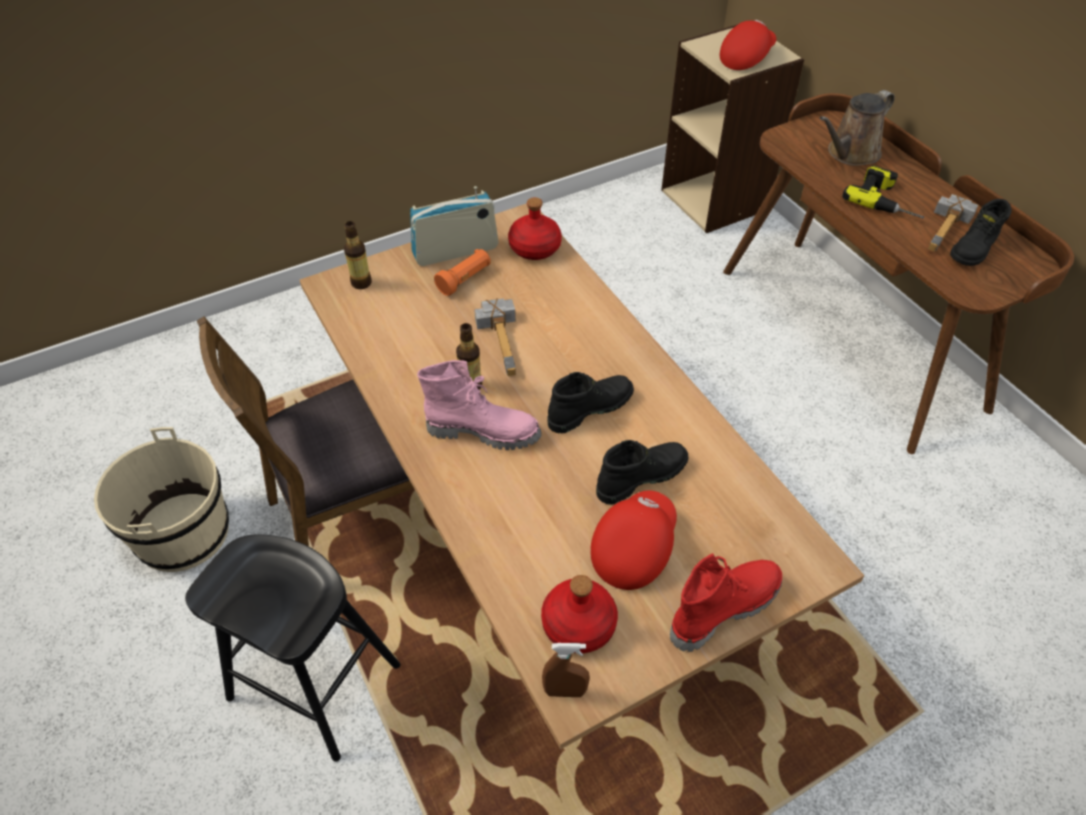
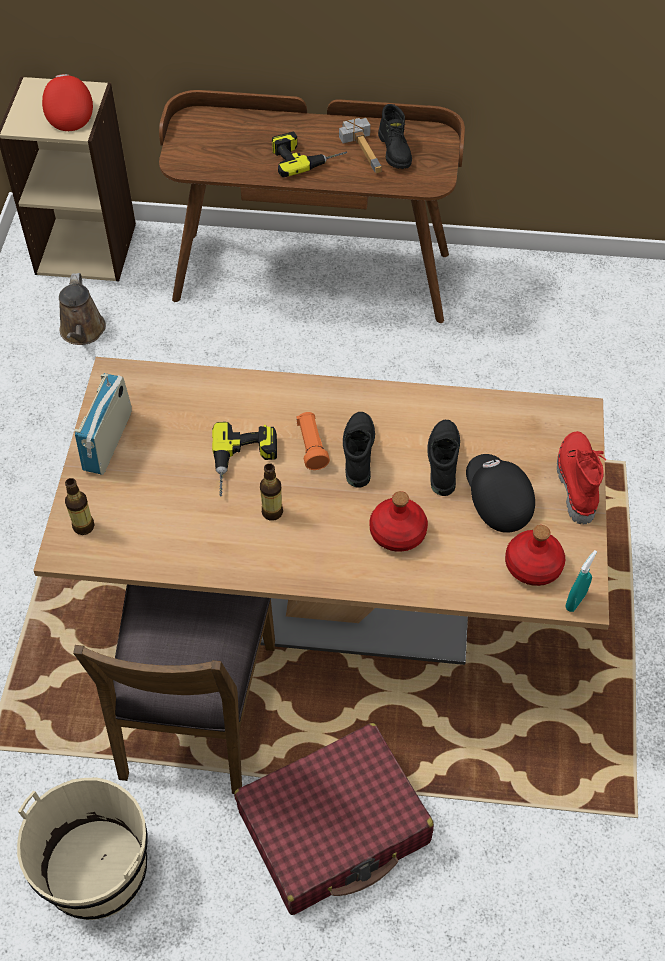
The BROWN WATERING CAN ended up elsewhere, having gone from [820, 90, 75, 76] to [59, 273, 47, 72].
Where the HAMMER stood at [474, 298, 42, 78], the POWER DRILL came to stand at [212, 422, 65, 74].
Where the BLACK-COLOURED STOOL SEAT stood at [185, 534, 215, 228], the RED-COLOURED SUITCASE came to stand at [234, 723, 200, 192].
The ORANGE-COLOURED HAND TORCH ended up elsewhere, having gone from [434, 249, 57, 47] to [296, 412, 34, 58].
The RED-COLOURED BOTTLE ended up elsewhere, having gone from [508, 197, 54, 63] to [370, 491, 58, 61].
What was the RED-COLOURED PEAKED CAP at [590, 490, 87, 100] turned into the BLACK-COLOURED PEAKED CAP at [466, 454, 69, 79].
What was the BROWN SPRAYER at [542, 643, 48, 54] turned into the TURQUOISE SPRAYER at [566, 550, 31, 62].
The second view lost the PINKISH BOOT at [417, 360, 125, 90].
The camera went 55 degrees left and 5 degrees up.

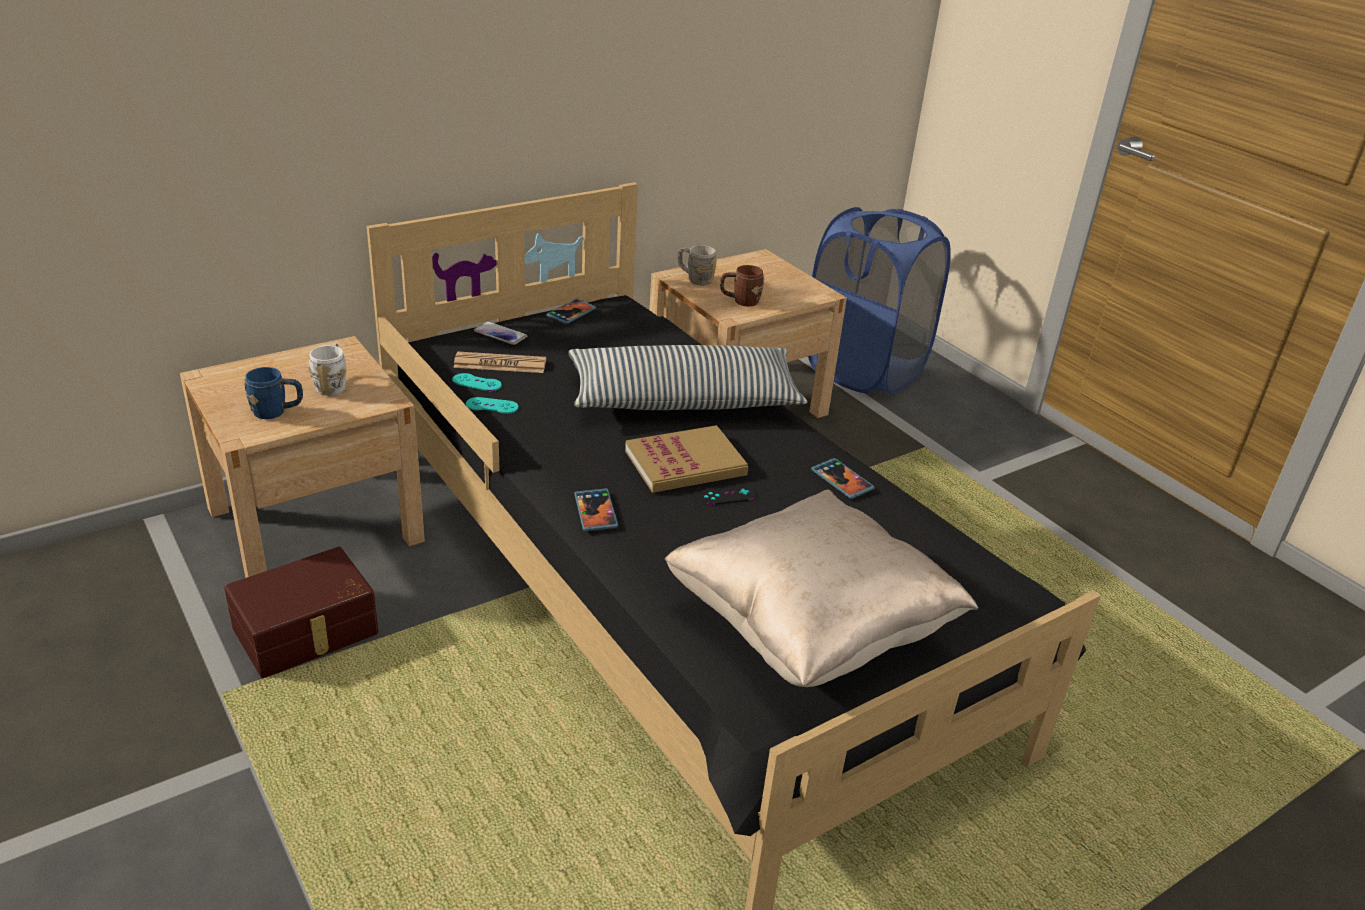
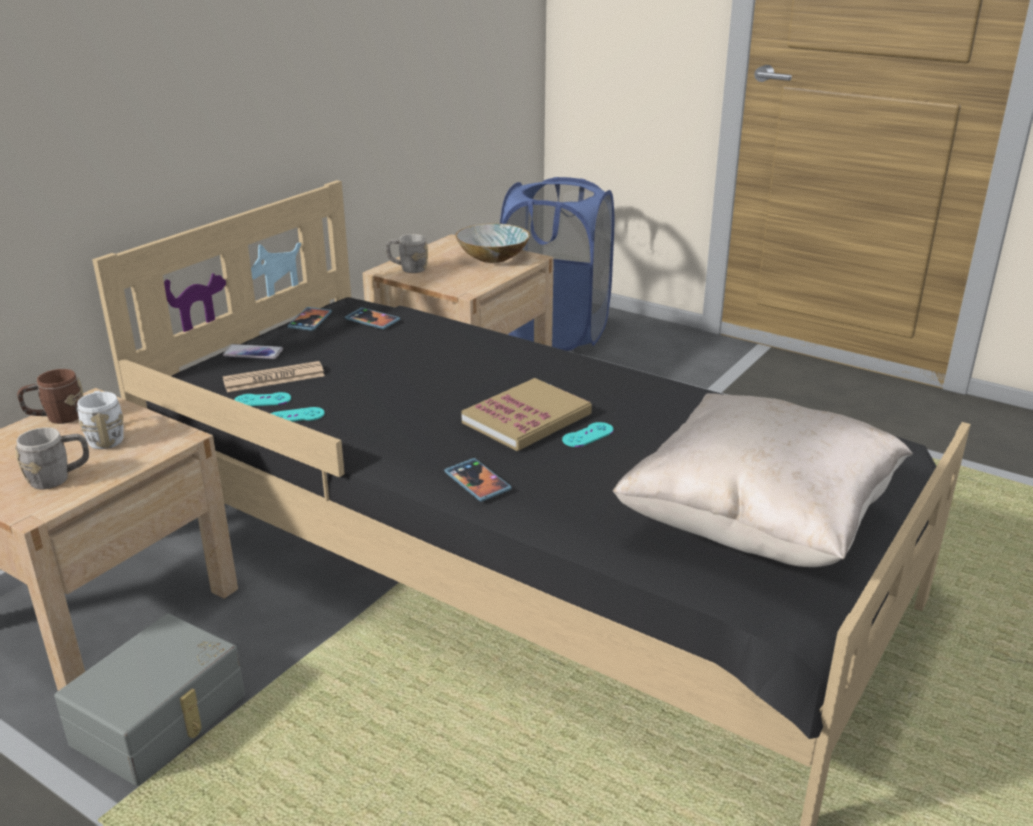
What was the BLUISH TEA MUG at [244, 367, 59, 52] turned into the GRAY TEA MUG at [15, 427, 74, 62].
The BROWN TEA MUG ended up elsewhere, having gone from [720, 265, 44, 41] to [17, 369, 66, 55].
What was the BROWN STORAGE BIN at [224, 547, 155, 131] turned into the GRAY STORAGE BIN at [54, 614, 191, 172].
The HANDSET ended up elsewhere, having gone from [811, 458, 64, 41] to [344, 308, 56, 21].
The second view gained the BOWL at [455, 223, 75, 40].
What was the BLACK-COLOURED JOYPAD at [699, 485, 57, 20] turned into the TURQUOISE JOYPAD at [562, 422, 52, 25].
The second view lost the PILLOW at [568, 345, 240, 65].
The camera went 20 degrees left and 5 degrees down.

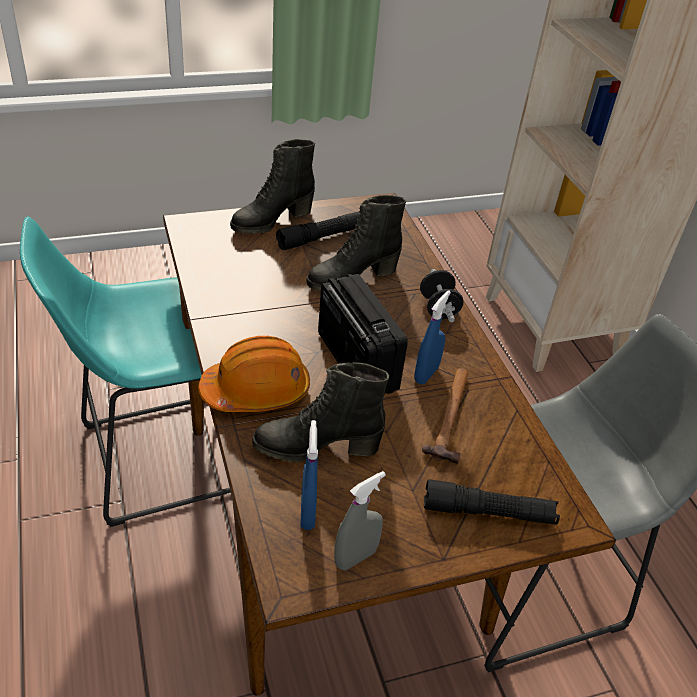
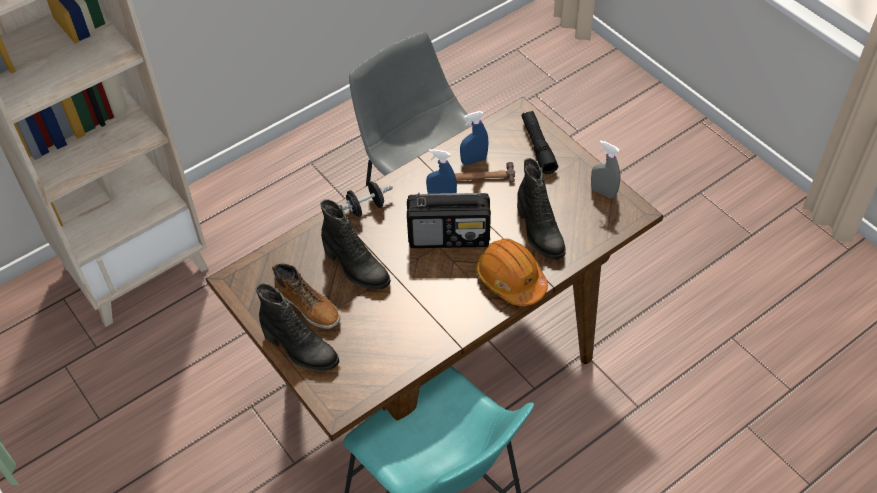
Where the BLACK-COLOURED HAND TORCH stood at [276, 212, 83, 38], the BOOT came to stand at [272, 264, 68, 65].
The RADIO at [318, 274, 90, 120] ended up facing another way, 135 degrees counterclockwise from before.
The BLUISH SPRAYER ended up elsewhere, having gone from [301, 420, 17, 110] to [460, 111, 28, 54].
The camera went 105 degrees left and 10 degrees up.

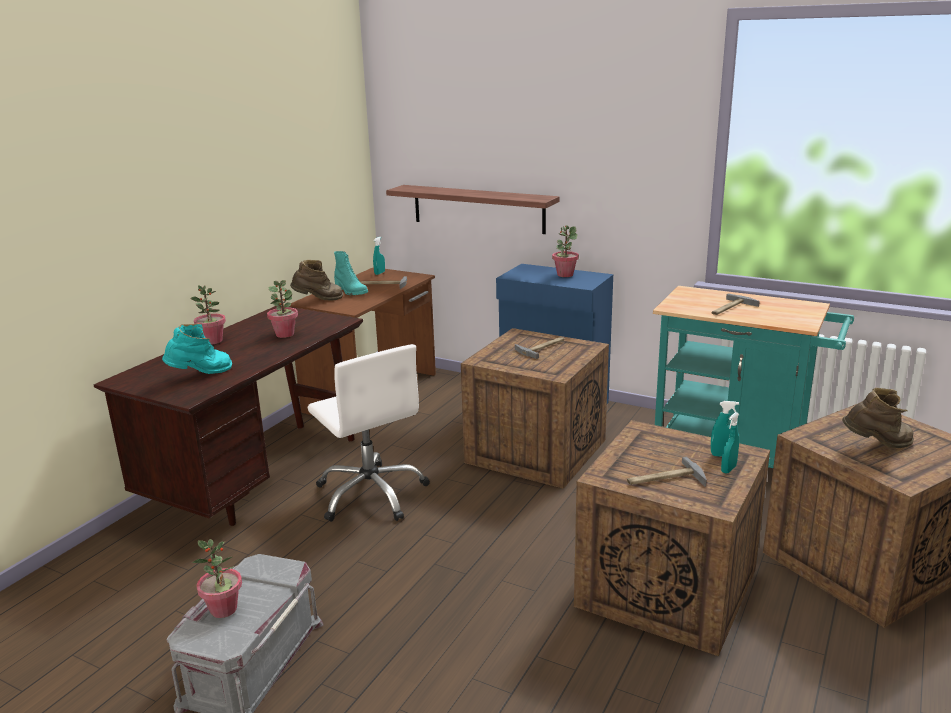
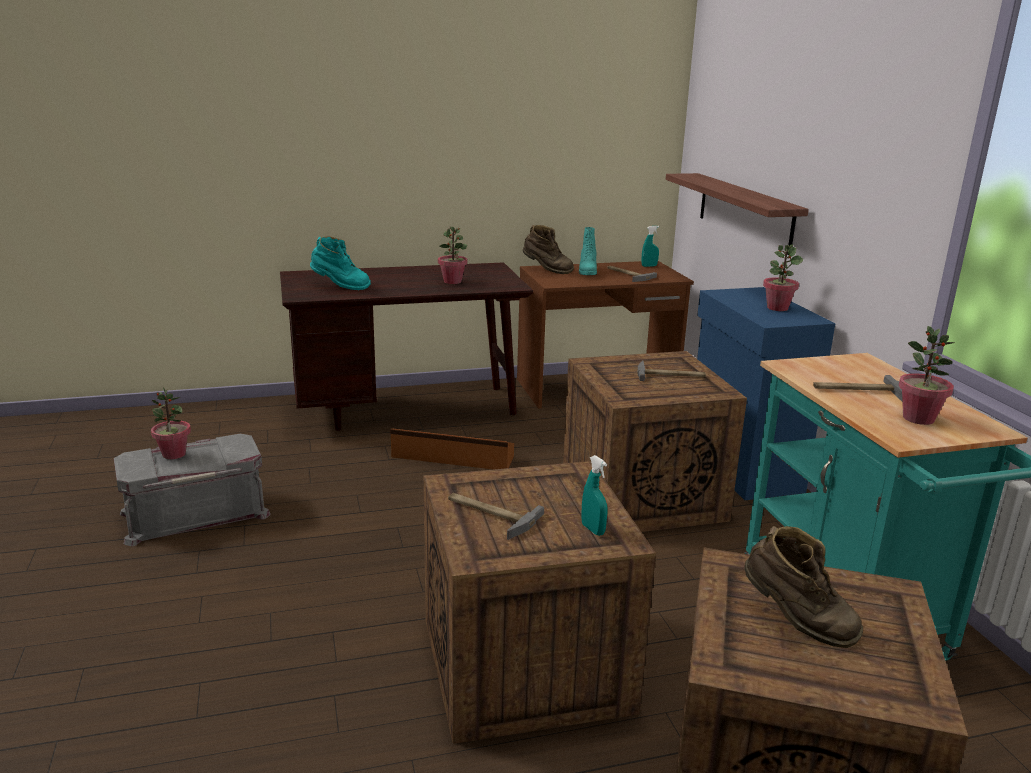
Where the WHITE COMPUTER CHAIR stood at [307, 344, 123, 178], the BROWN STORAGE BIN came to stand at [390, 429, 124, 41].
The POTTED PLANT ended up elsewhere, having gone from [191, 285, 35, 60] to [899, 326, 56, 99].
The second view lost the TURQUOISE SPRAYER at [721, 412, 18, 62].
The camera went 45 degrees right and 0 degrees up.

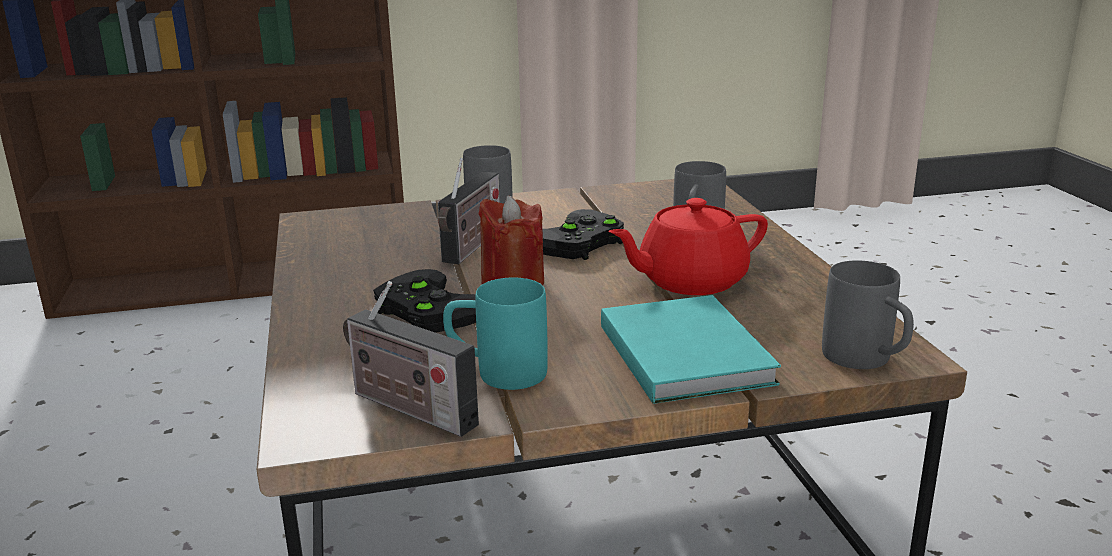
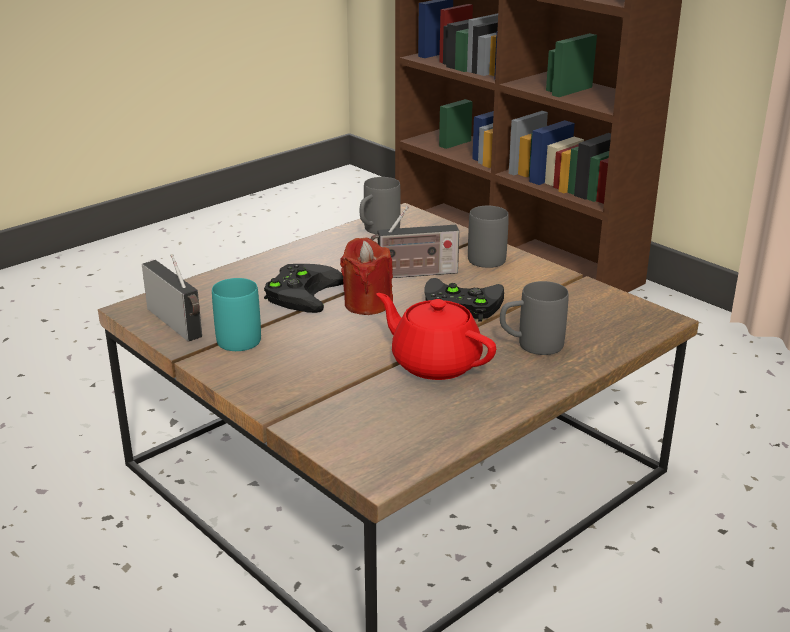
The RADIO at [343, 281, 136, 156] ended up facing another way, 135 degrees clockwise from before.
The GRAY TEA MUG ended up elsewhere, having gone from [822, 260, 92, 109] to [360, 177, 41, 57].
The second view lost the TURQUOISE VOLUME at [601, 295, 180, 109].
The camera went 60 degrees right and 5 degrees up.

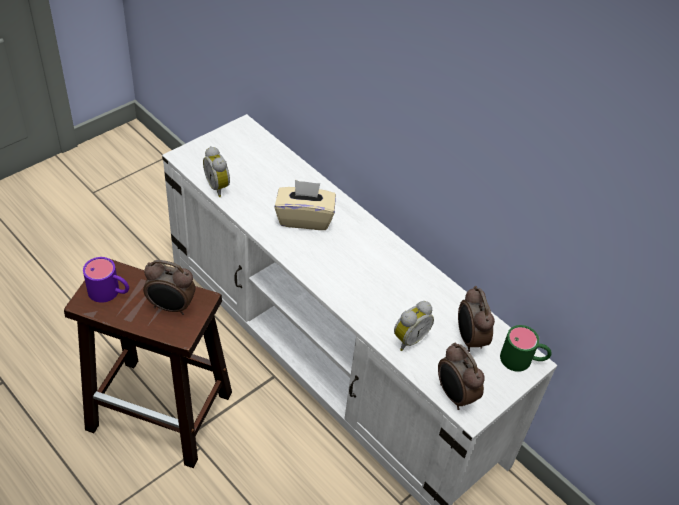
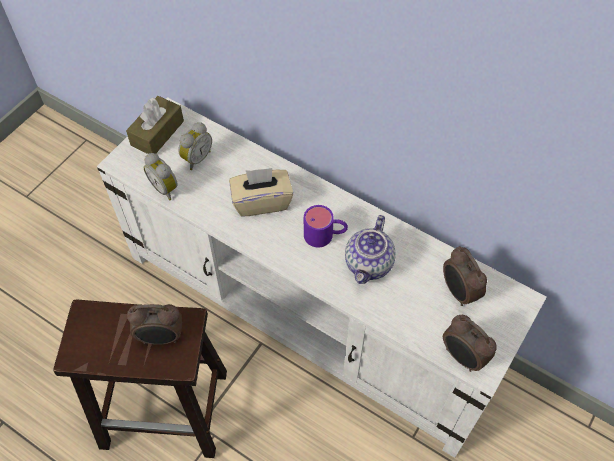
The second view gained the BROWN BOX OF TISSUES at [126, 96, 58, 58].
The BEDSIDE CLOCK ended up elsewhere, having gone from [394, 301, 40, 50] to [178, 122, 34, 48].
The PURPLE TEA MUG ended up elsewhere, having gone from [83, 257, 46, 46] to [304, 205, 44, 42].
The second view gained the POT FOR TEA at [345, 215, 51, 69].
The second view lost the GREEN TEA MUG at [500, 325, 52, 47].
The camera went 10 degrees left and 10 degrees up.

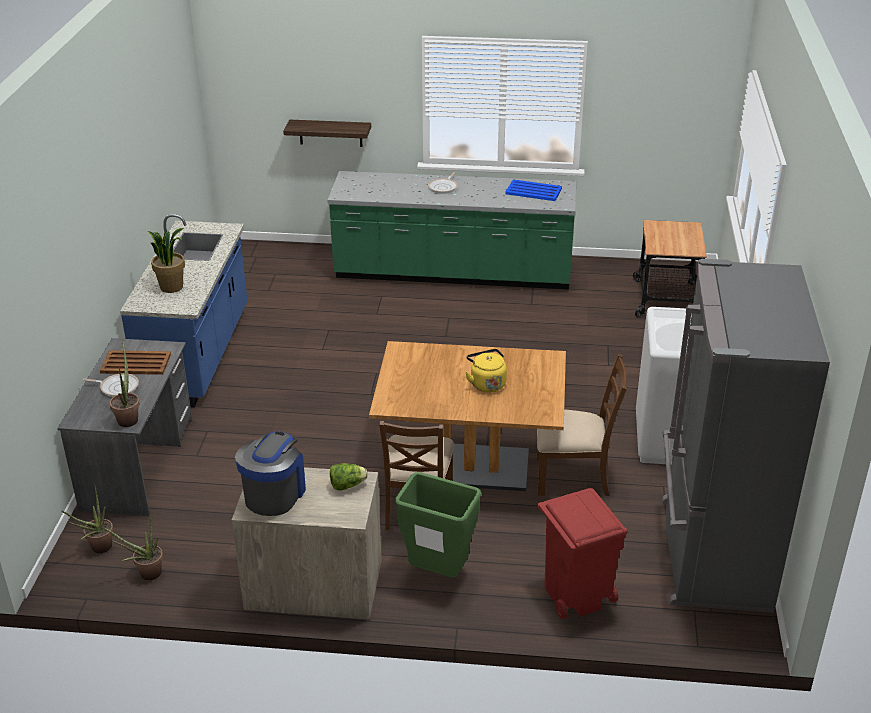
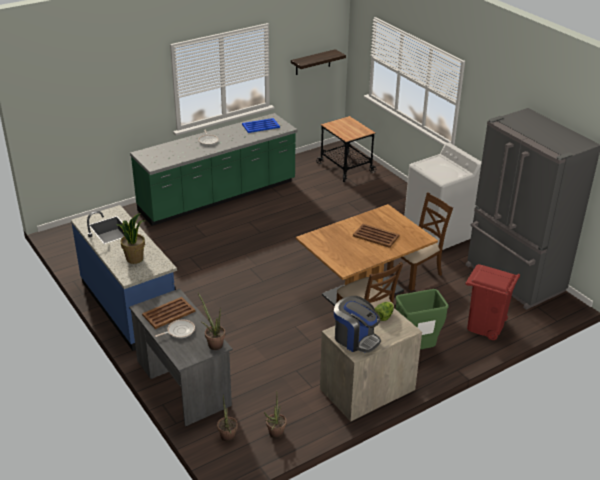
The SHELF ended up elsewhere, having gone from [283, 120, 88, 27] to [291, 49, 55, 26].
The COFFEE MACHINE at [235, 431, 71, 85] ended up facing another way, 150 degrees clockwise from before.
Where the YELLOW TEA KETTLE stood at [465, 349, 42, 43], the BROWN TRAY came to stand at [353, 224, 46, 24].
The camera went 40 degrees left and 0 degrees up.

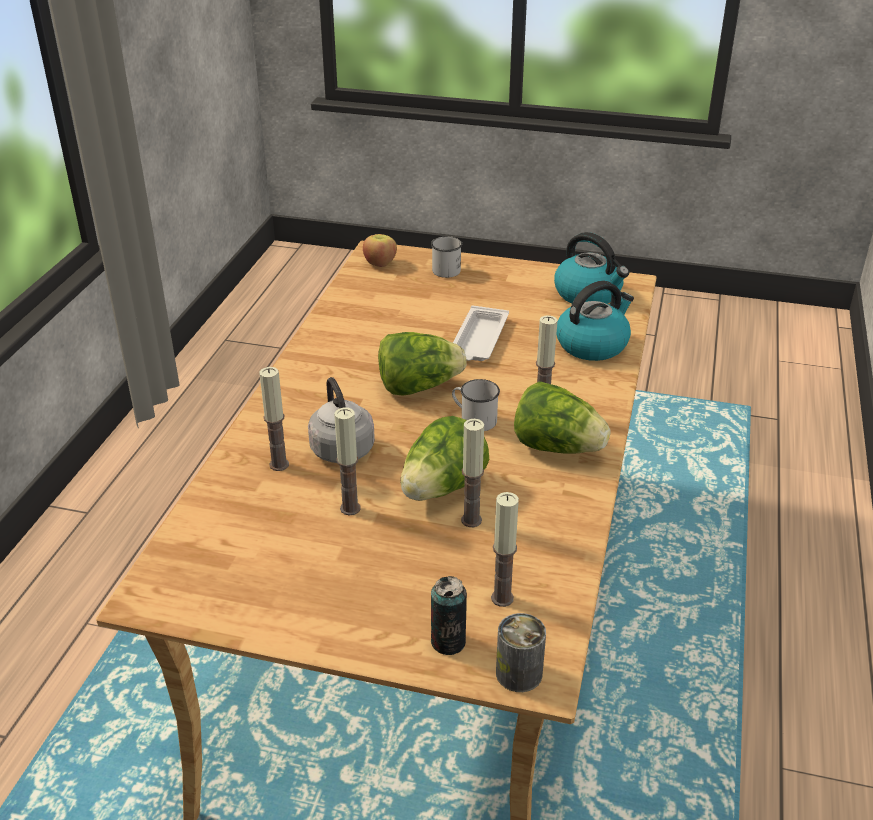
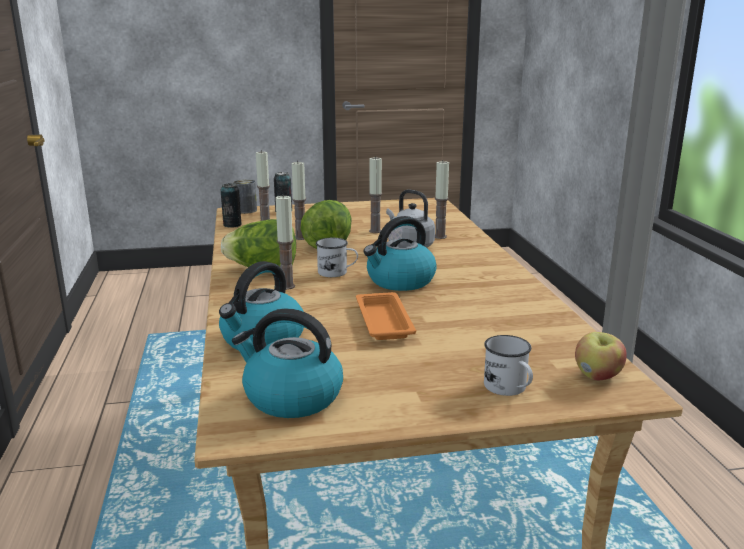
The second view gained the SEALED CAN at [220, 183, 22, 45].
What was the WHITE TRAY at [453, 305, 56, 56] turned into the ORANGE-COLOURED TRAY at [356, 292, 60, 48].
Where the HEAD OF LETTUCE stood at [378, 332, 89, 64], the TEA KETTLE came to stand at [363, 216, 74, 75].
The camera went 155 degrees right and 15 degrees down.

